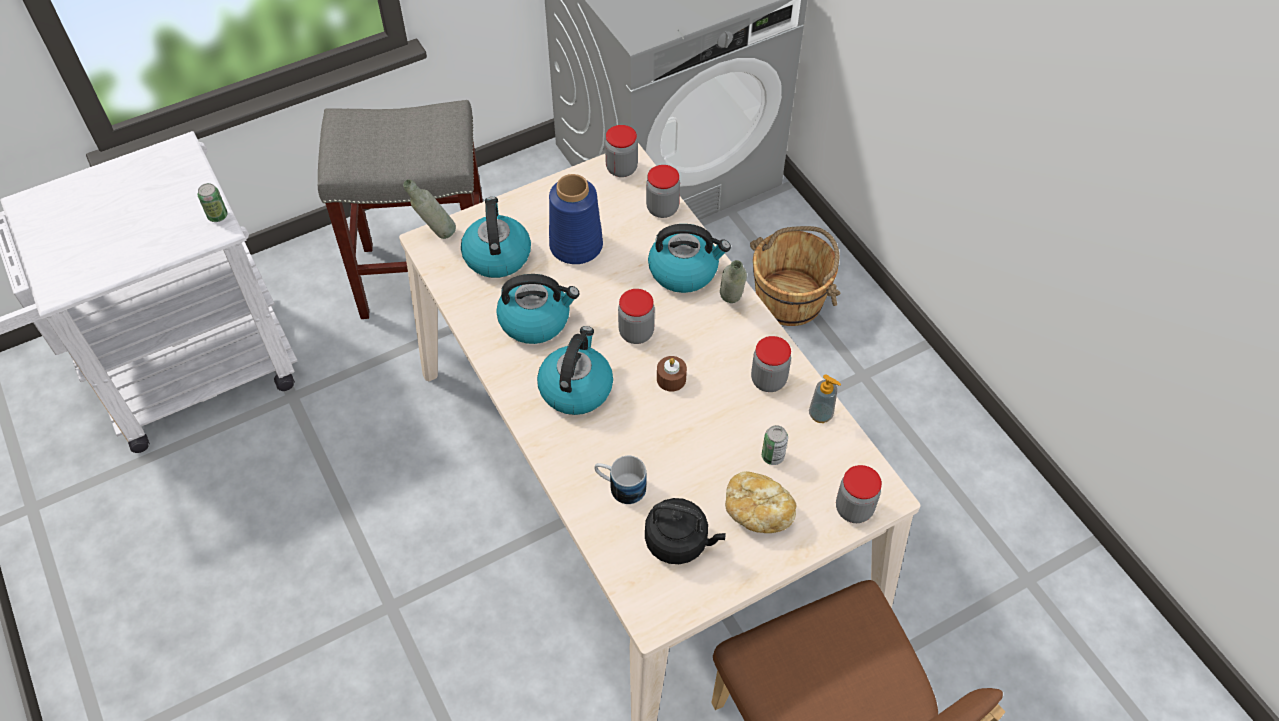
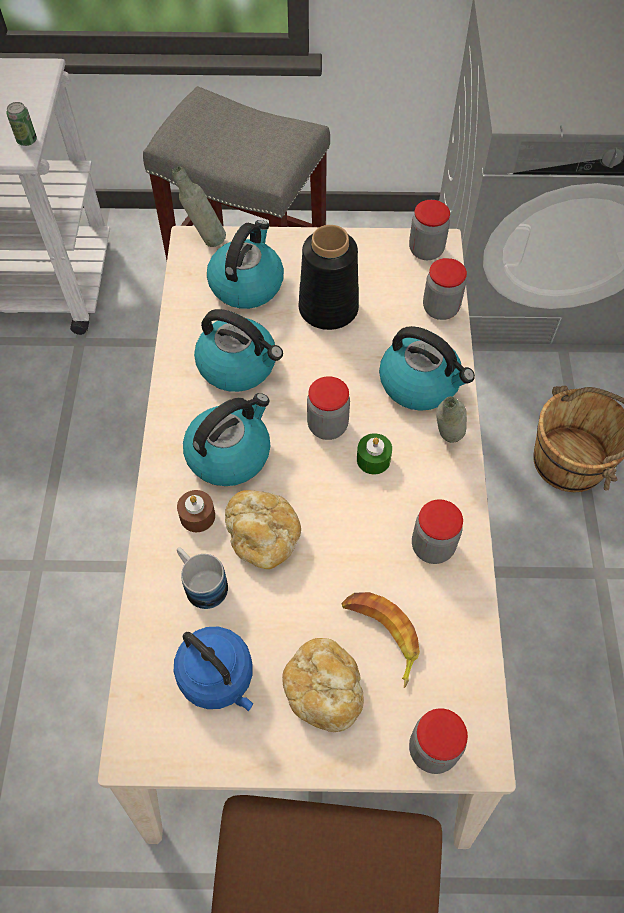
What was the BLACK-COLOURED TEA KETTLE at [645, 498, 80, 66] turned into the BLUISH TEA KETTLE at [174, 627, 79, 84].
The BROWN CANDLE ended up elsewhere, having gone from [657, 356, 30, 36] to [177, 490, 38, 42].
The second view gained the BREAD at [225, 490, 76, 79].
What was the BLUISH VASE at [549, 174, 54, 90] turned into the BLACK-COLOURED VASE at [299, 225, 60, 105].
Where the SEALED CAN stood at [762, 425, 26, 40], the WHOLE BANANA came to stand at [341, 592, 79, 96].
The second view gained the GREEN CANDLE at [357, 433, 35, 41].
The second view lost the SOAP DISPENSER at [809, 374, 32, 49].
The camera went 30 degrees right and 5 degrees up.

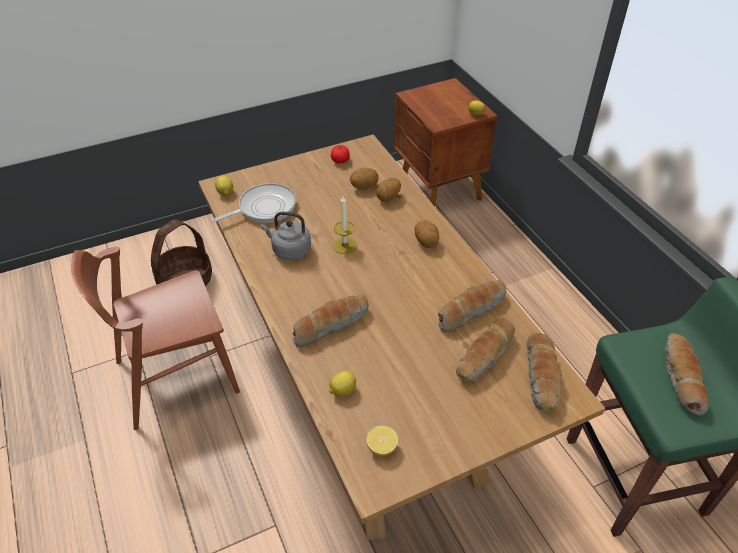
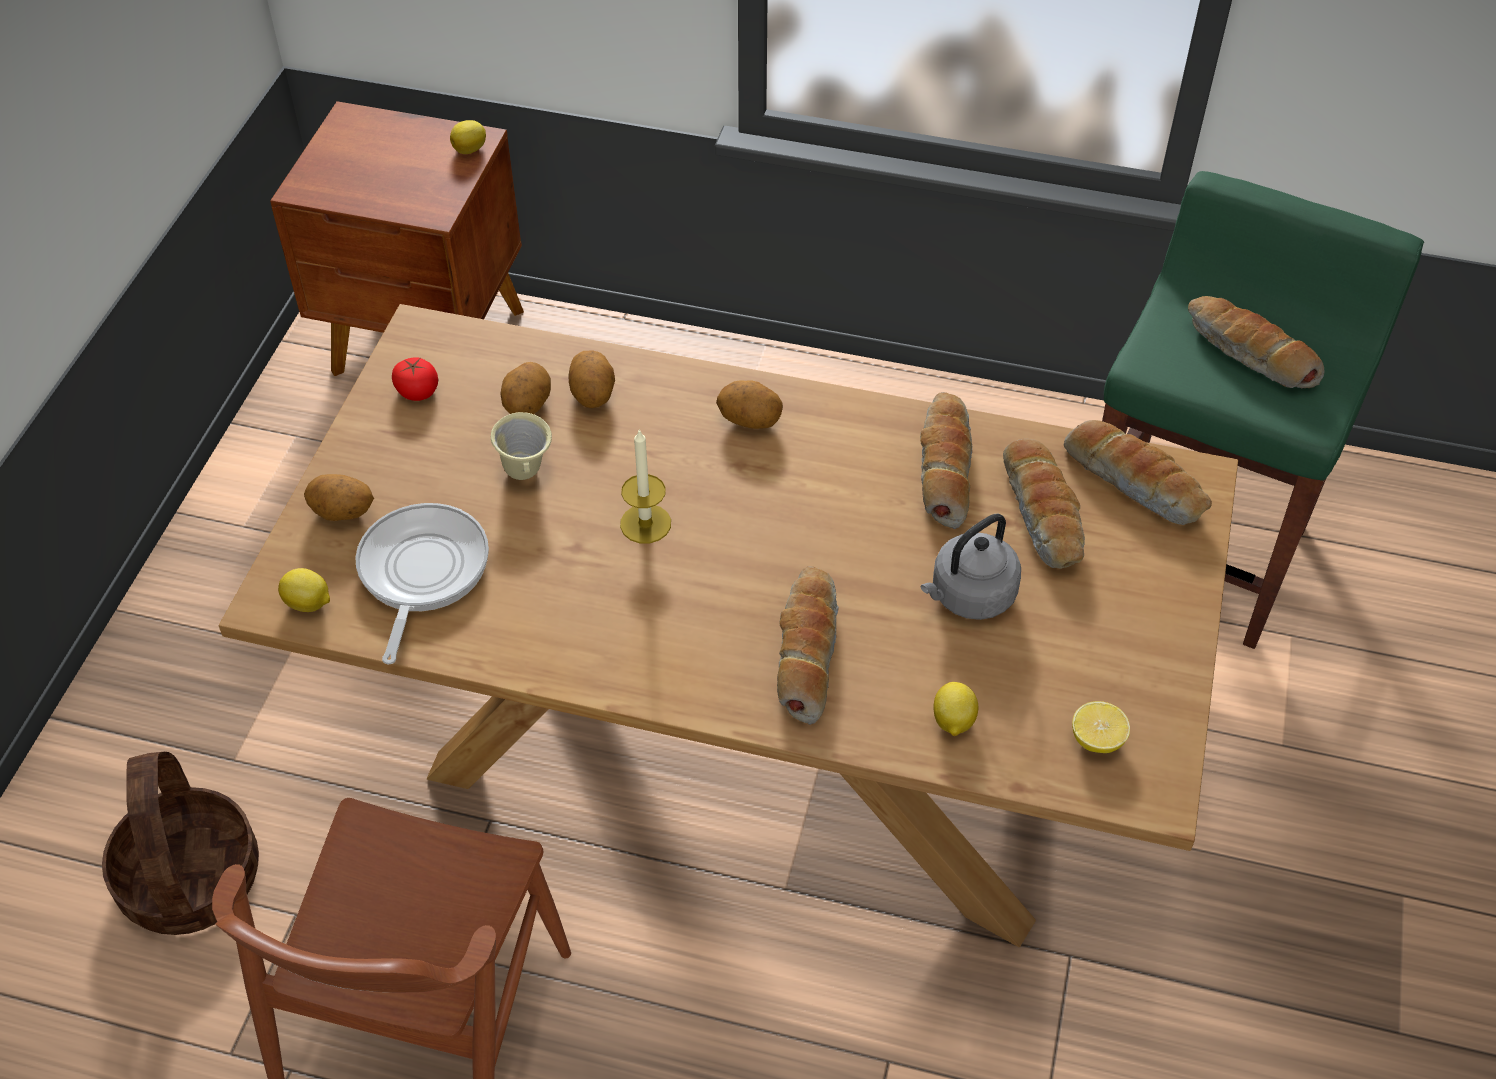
The second view gained the SPUD at [304, 474, 70, 47].
The second view gained the BEIGE TEA MUG at [491, 412, 61, 68].
The GRAY TEA KETTLE ended up elsewhere, having gone from [261, 212, 50, 48] to [921, 514, 100, 106].
The camera went 50 degrees left and 5 degrees up.

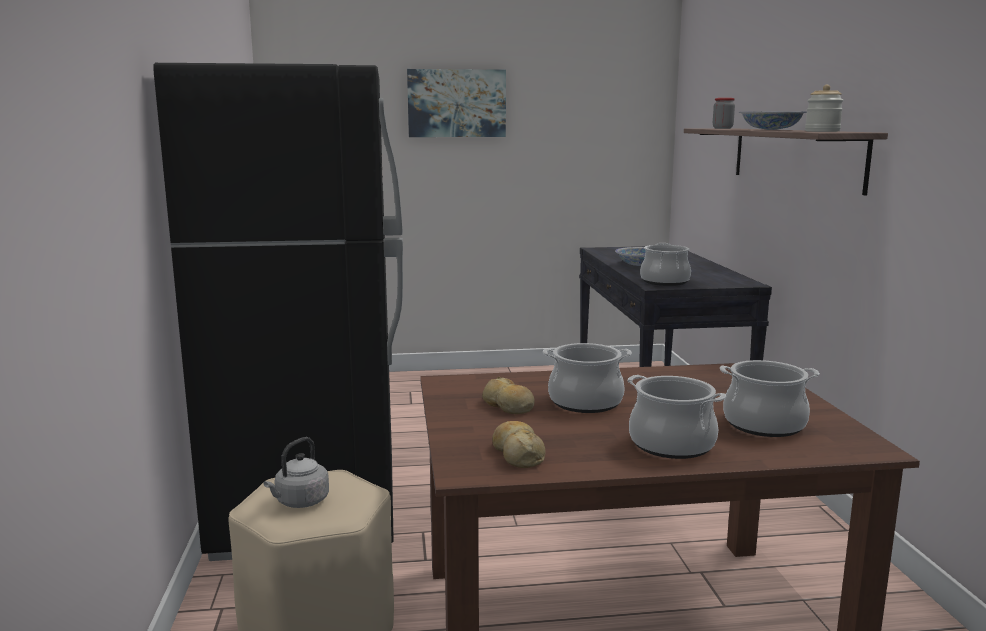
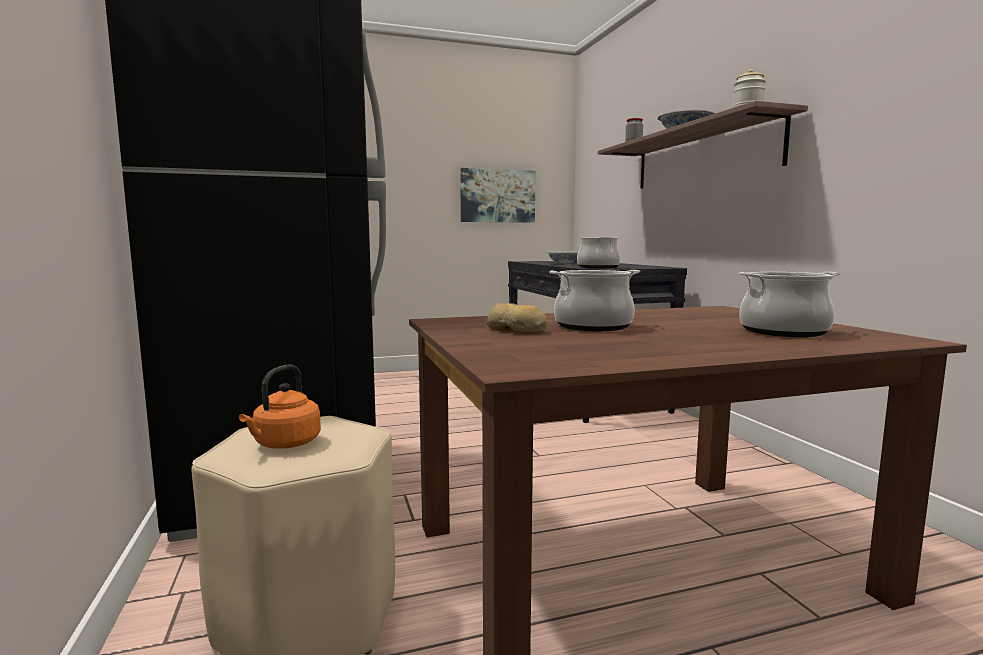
What was the GRAY TEA KETTLE at [263, 437, 66, 71] turned into the ORANGE-COLOURED TEA KETTLE at [239, 364, 82, 85].
The WALL PICTURE ended up elsewhere, having gone from [407, 69, 99, 68] to [460, 168, 75, 55].
The second view lost the BREAD at [492, 421, 54, 47].
The second view lost the SAUCEPOT at [628, 375, 98, 84].
The camera went 10 degrees left and 5 degrees down.

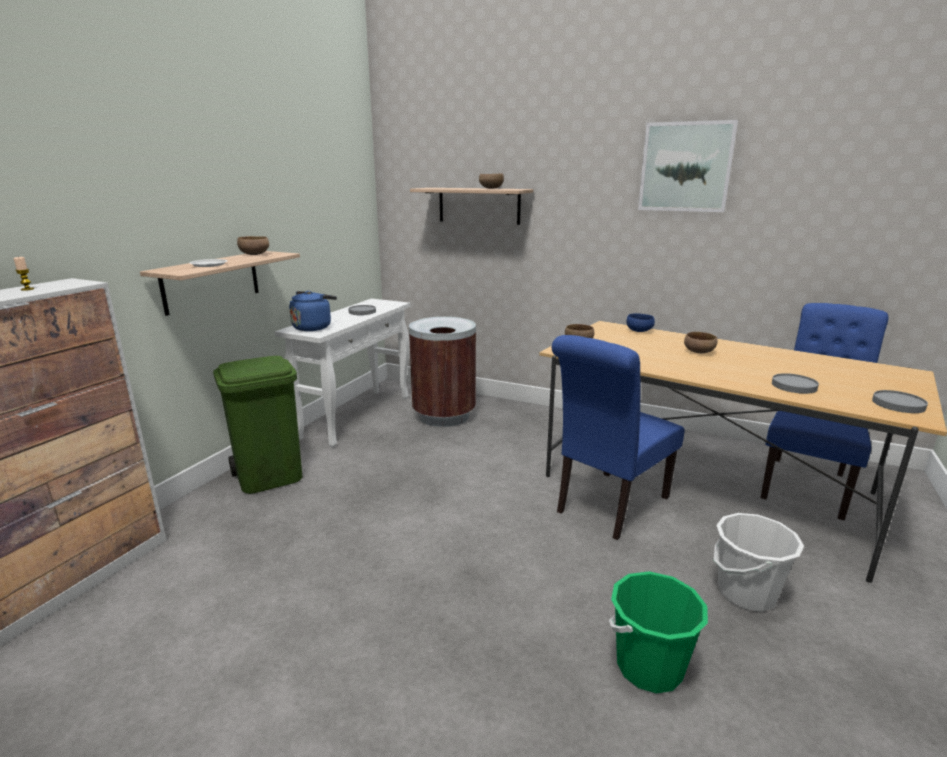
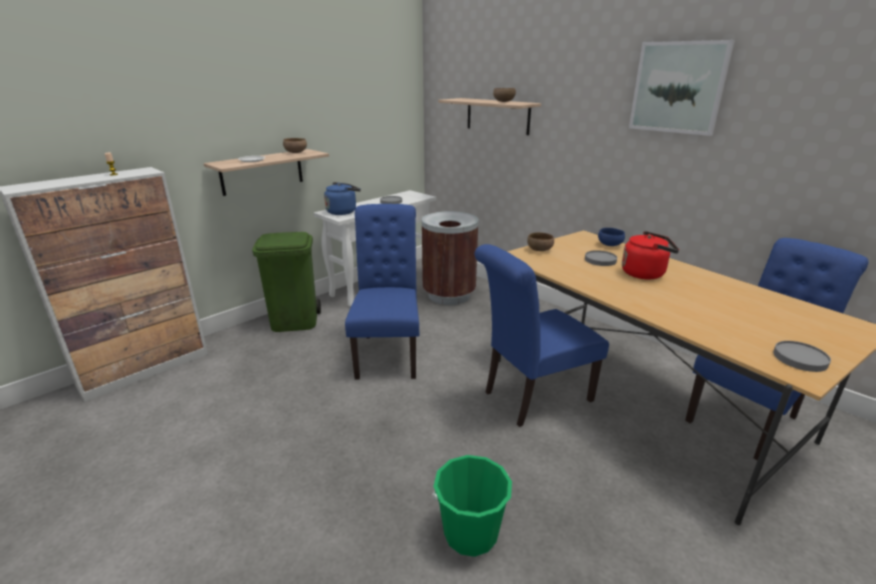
The second view gained the BLUISH CHAIR at [345, 204, 74, 176].
The GRAY PLATE ended up elsewhere, having gone from [772, 373, 47, 21] to [585, 250, 32, 16].
Where the BROWN BOWL stood at [684, 332, 33, 21], the RED-COLOURED TEA KETTLE came to stand at [622, 231, 57, 48].
The second view lost the WHITE WATER BUCKET at [714, 513, 90, 99].
The camera went 20 degrees right and 5 degrees up.

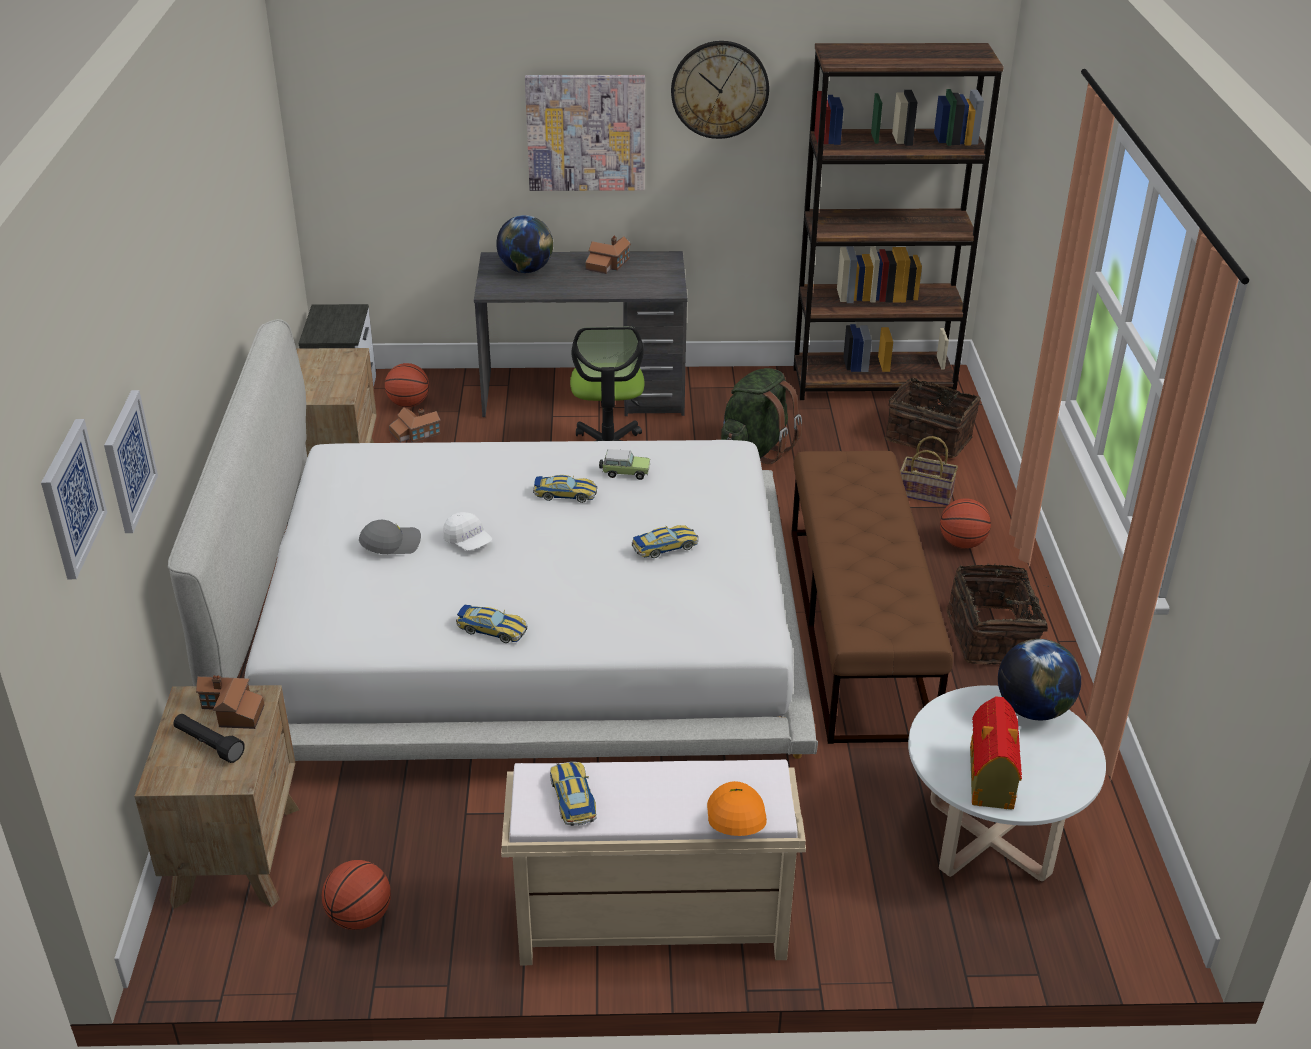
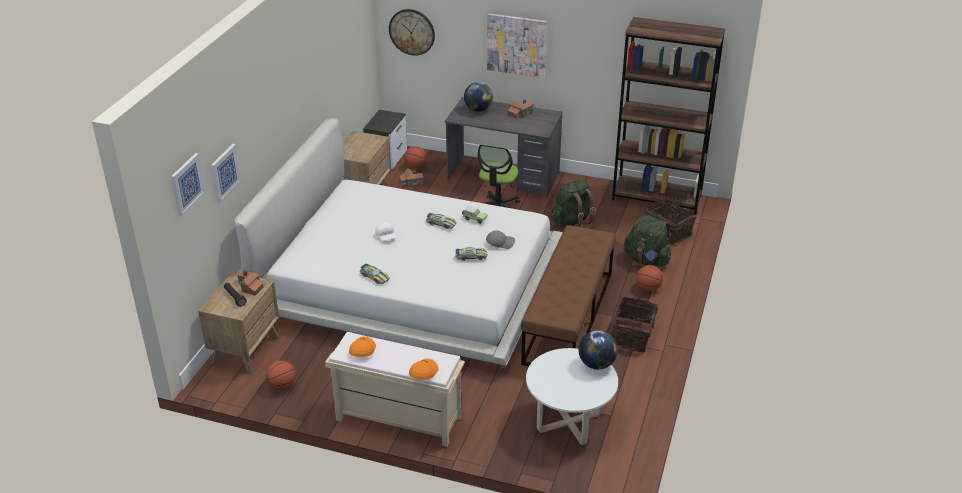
Where the MODEL CAR stood at [550, 761, 47, 65], the ORANGE-COLOURED PEAKED CAP came to stand at [349, 336, 27, 21].
The CLOCK ON THE WALL ended up elsewhere, having gone from [671, 41, 98, 98] to [389, 9, 46, 47].
The GRAY PEAKED CAP ended up elsewhere, having gone from [359, 520, 62, 34] to [486, 230, 29, 19].
Where the STORAGE BASKET stood at [900, 436, 58, 70], the GREEN KNAPSACK came to stand at [624, 215, 47, 52].
The second view lost the MINIATURE HOUSE at [970, 696, 52, 113].
The camera went 20 degrees right and 0 degrees up.

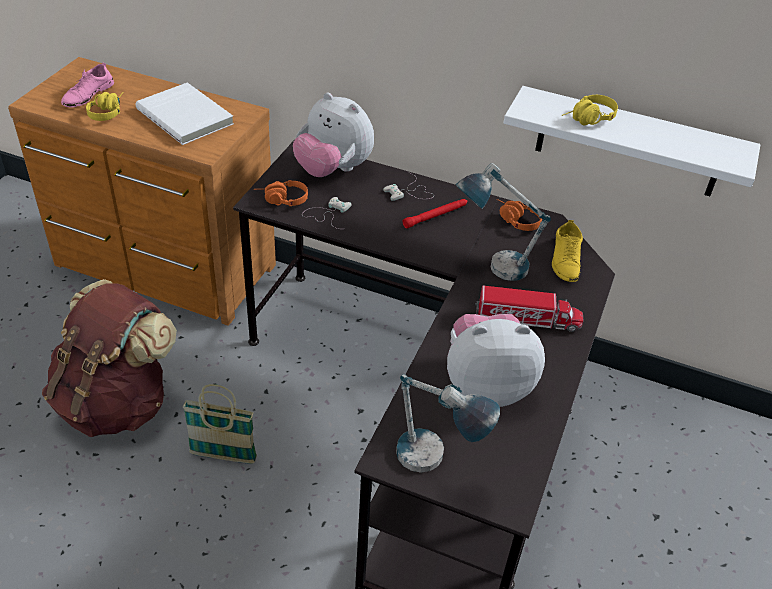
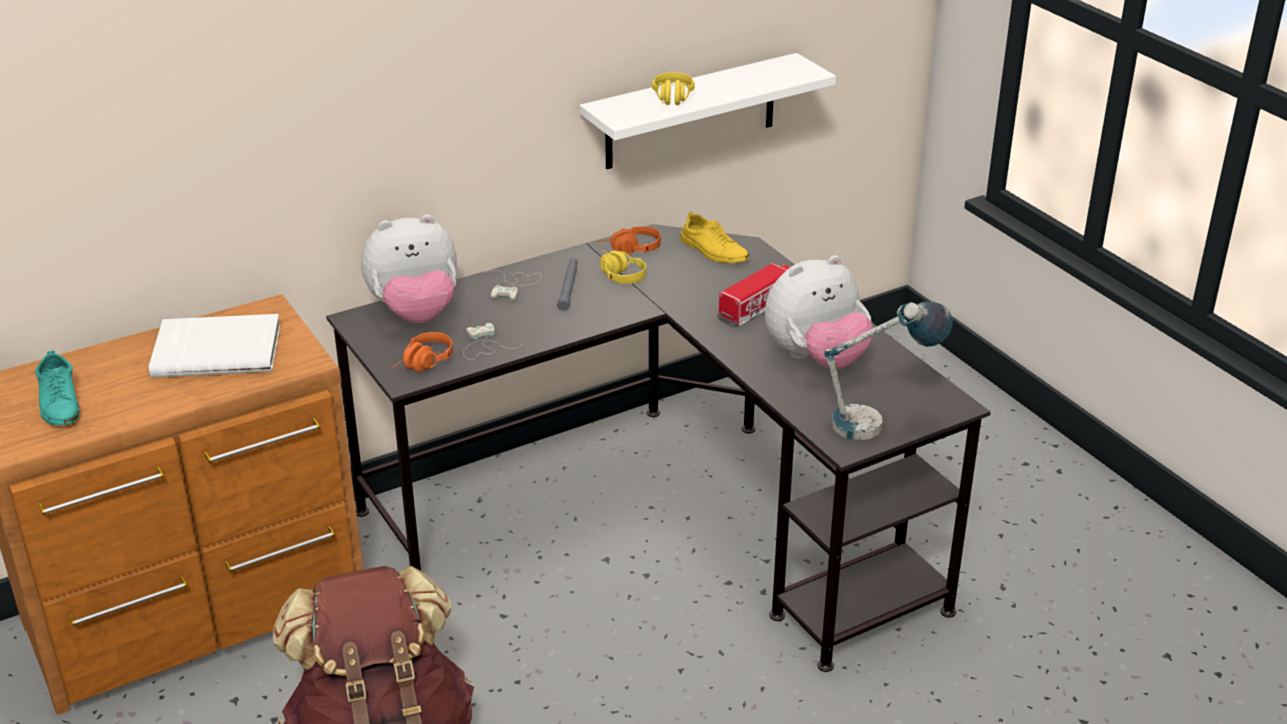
What was the PINKISH SHOE at [61, 62, 53, 45] turned into the TURQUOISE SHOE at [35, 350, 45, 75].
What was the RED-COLOURED HAND TORCH at [403, 199, 64, 29] turned into the GRAY HAND TORCH at [557, 258, 21, 53].
The YELLOW PAIR OF HEADPHONES ended up elsewhere, having gone from [86, 92, 37, 29] to [600, 250, 46, 34].
The SOFT TOY at [447, 314, 98, 93] ended up facing another way, 150 degrees counterclockwise from before.
The second view lost the STORAGE BASKET at [183, 384, 74, 80].
The second view lost the TABLE LAMP at [456, 163, 95, 118].
The camera went 50 degrees left and 10 degrees down.

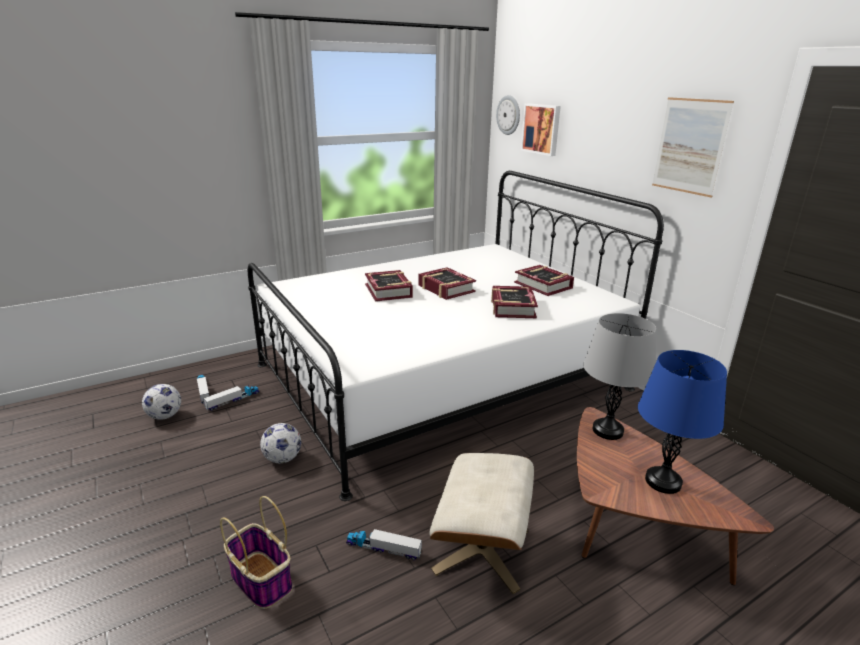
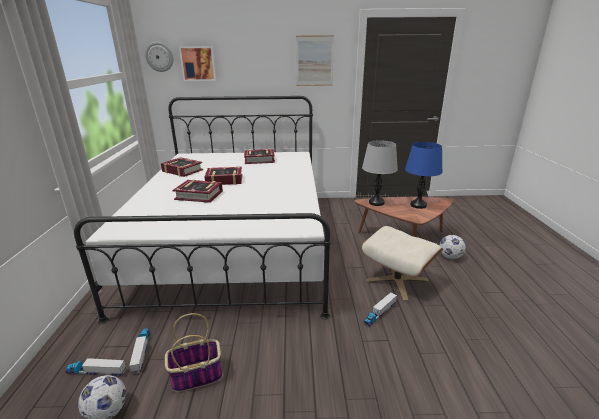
The VOLUME ended up elsewhere, having gone from [491, 286, 47, 32] to [161, 157, 42, 20].
The STORAGE BASKET ended up elsewhere, having gone from [220, 496, 73, 113] to [165, 313, 57, 79].
The FOOTBALL BALL ended up elsewhere, having gone from [260, 423, 41, 40] to [440, 235, 26, 24].
The camera went 60 degrees left and 0 degrees up.

